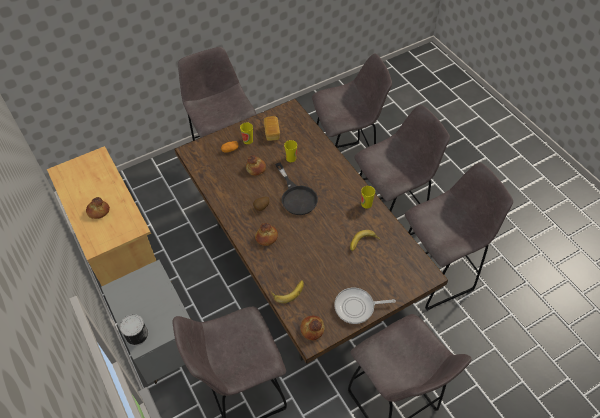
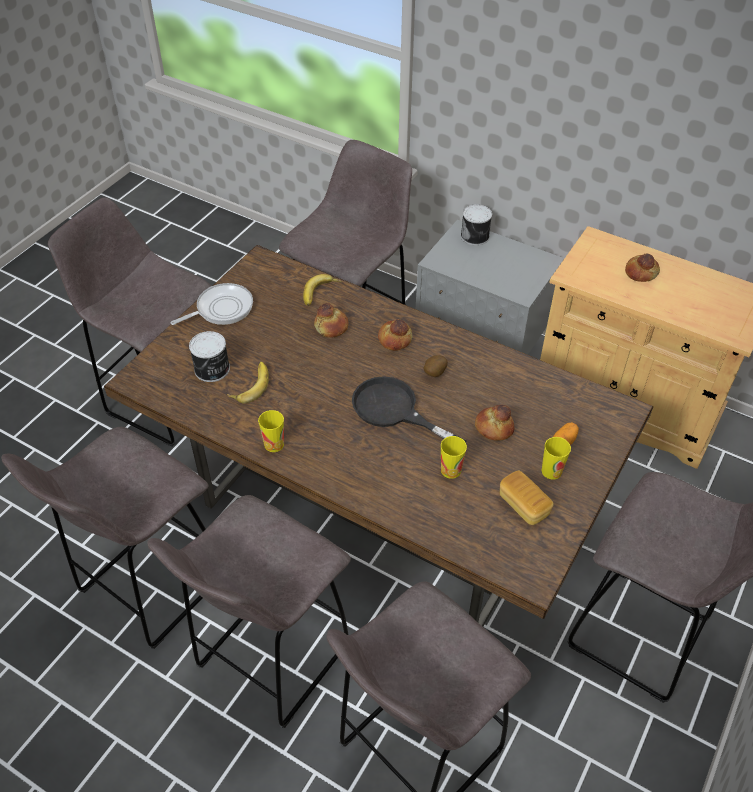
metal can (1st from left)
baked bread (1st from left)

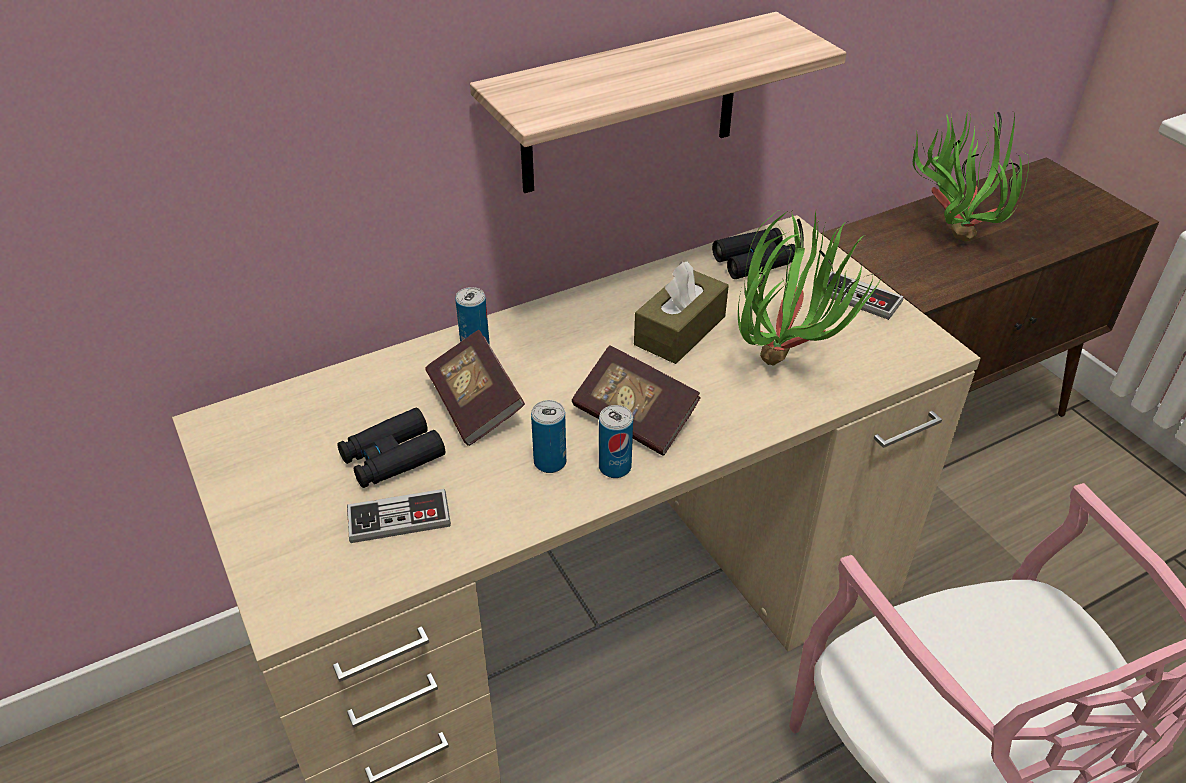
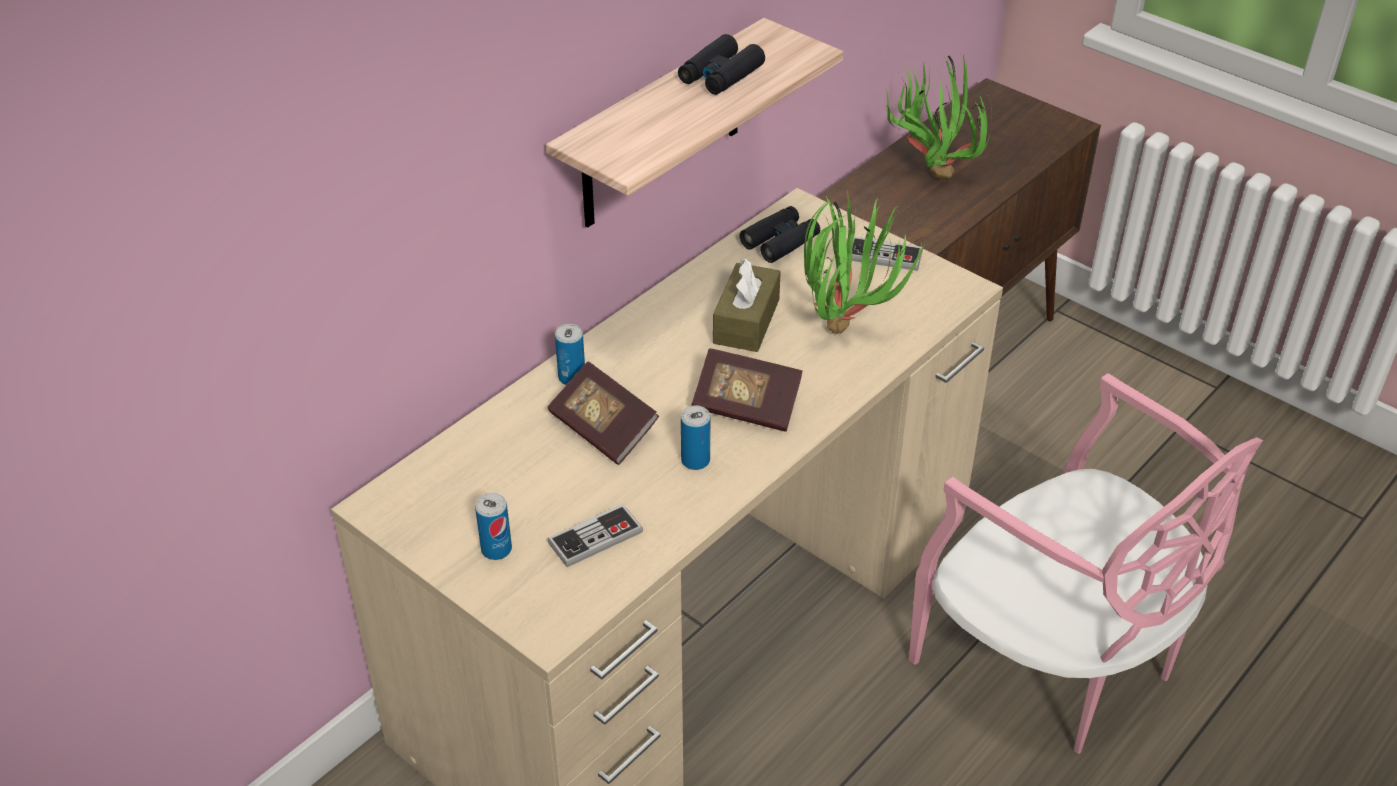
metal can (1st from left)
black-coloured pair of binoculars (1st from left)

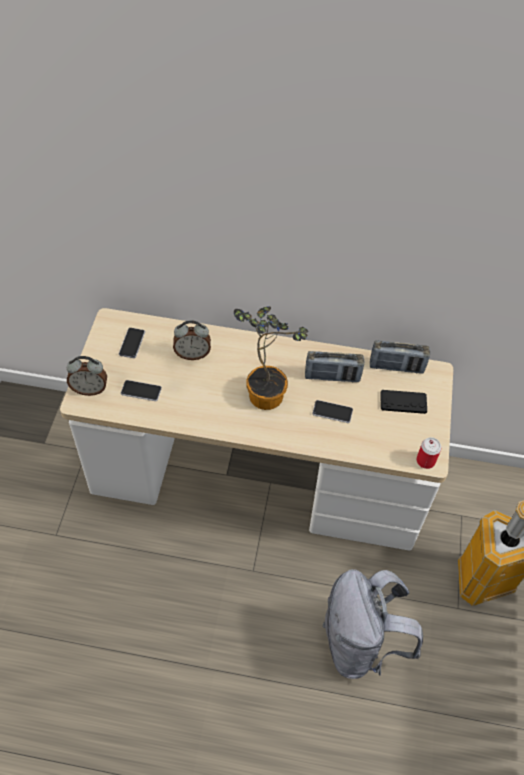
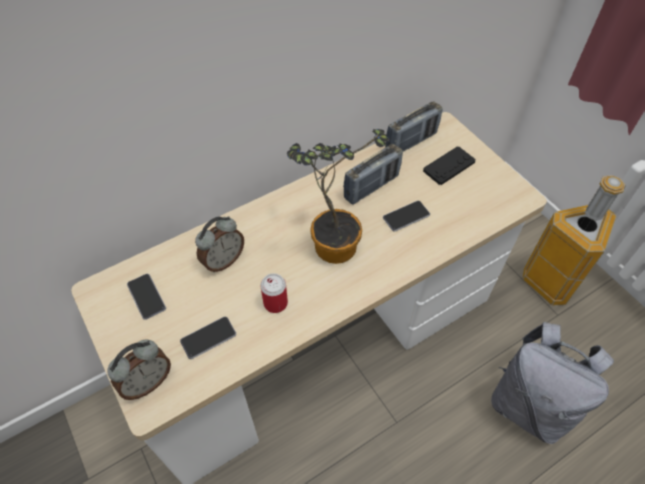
metal can

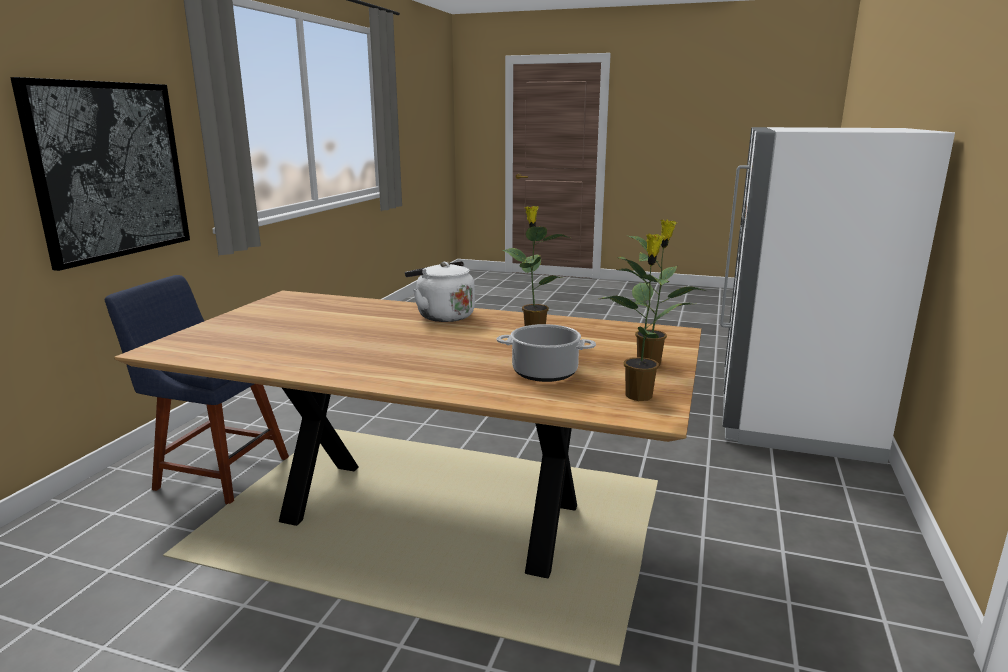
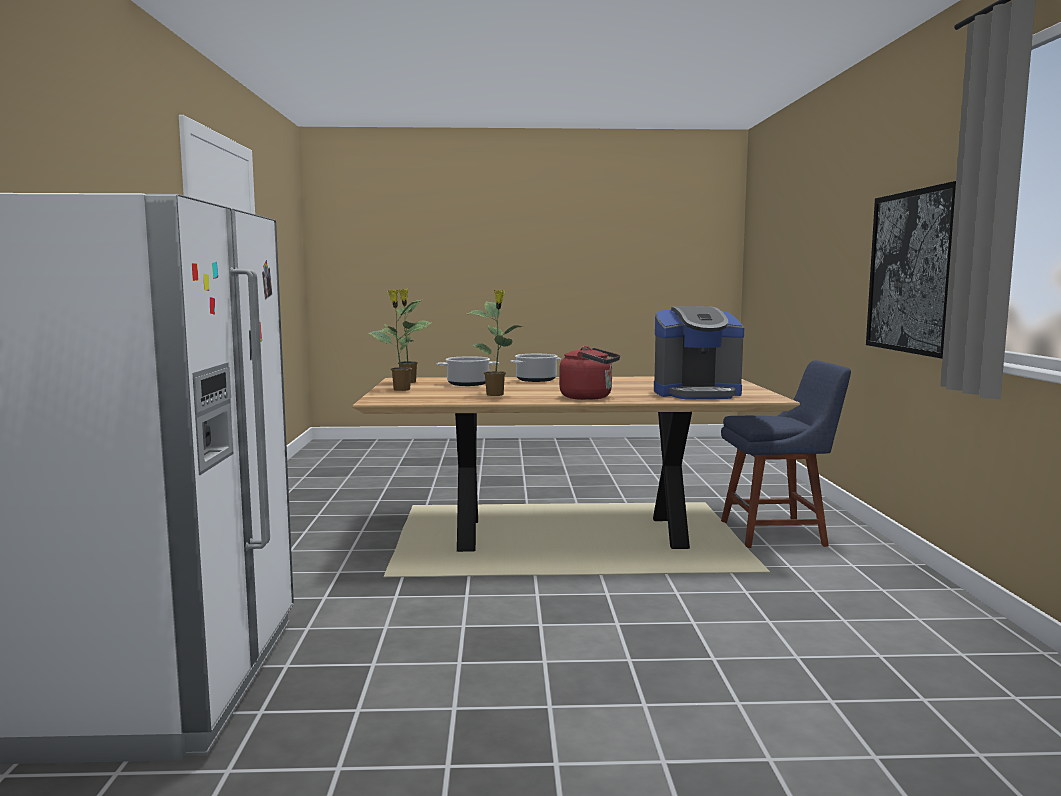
saucepot (2nd from left)
red kettle
coffee machine

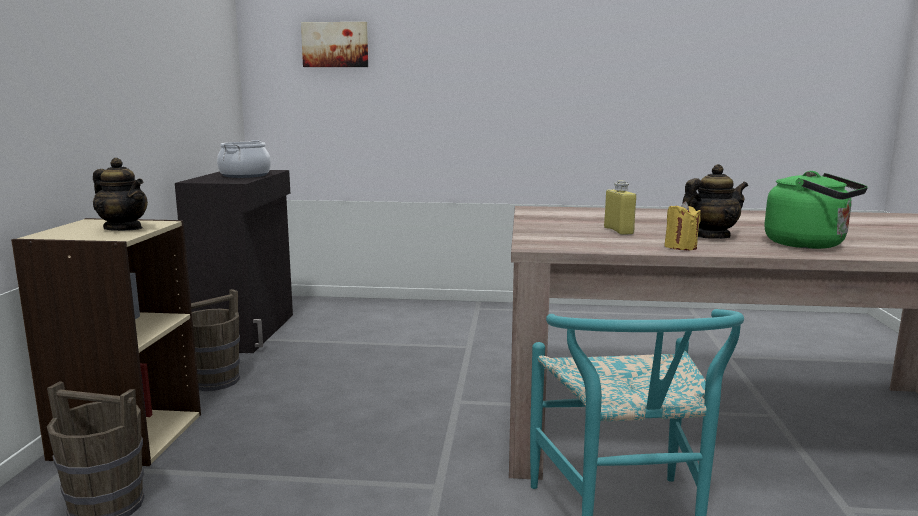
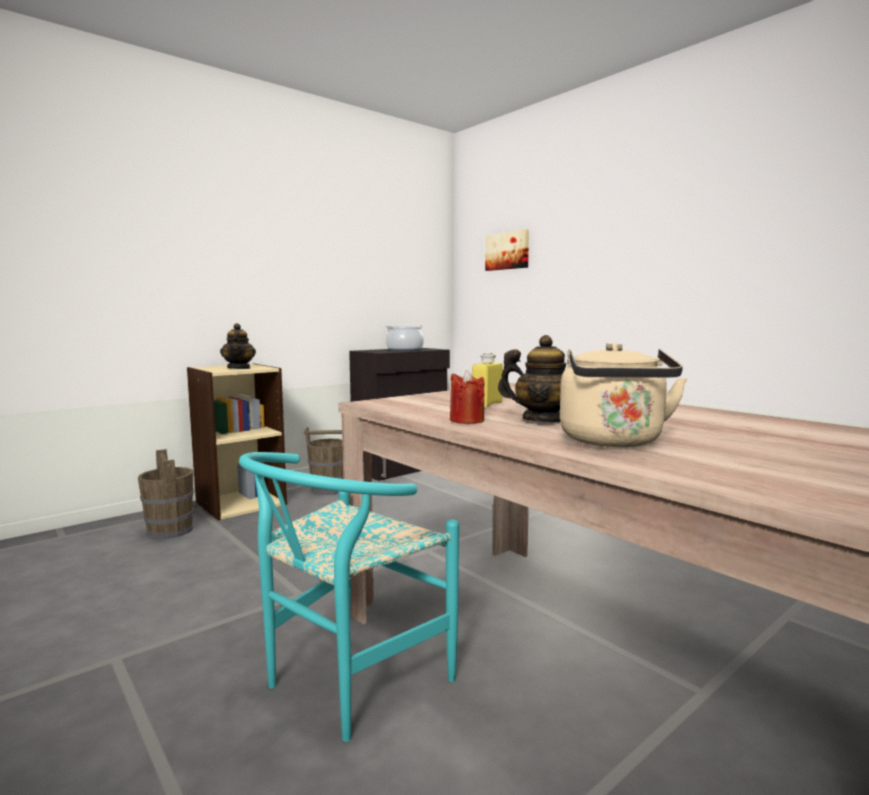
red wax light
beige kettle

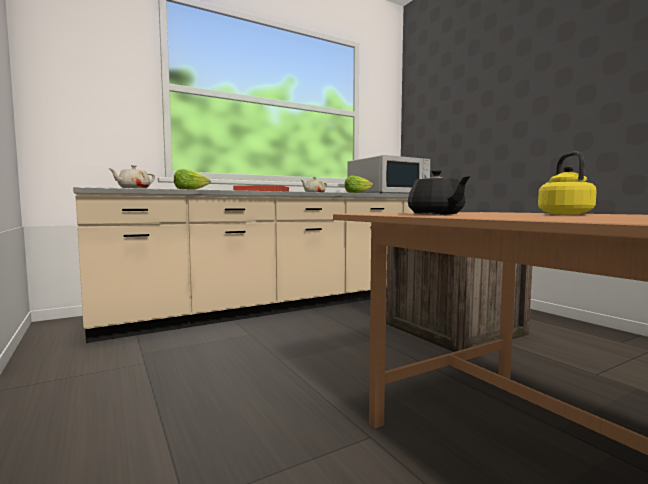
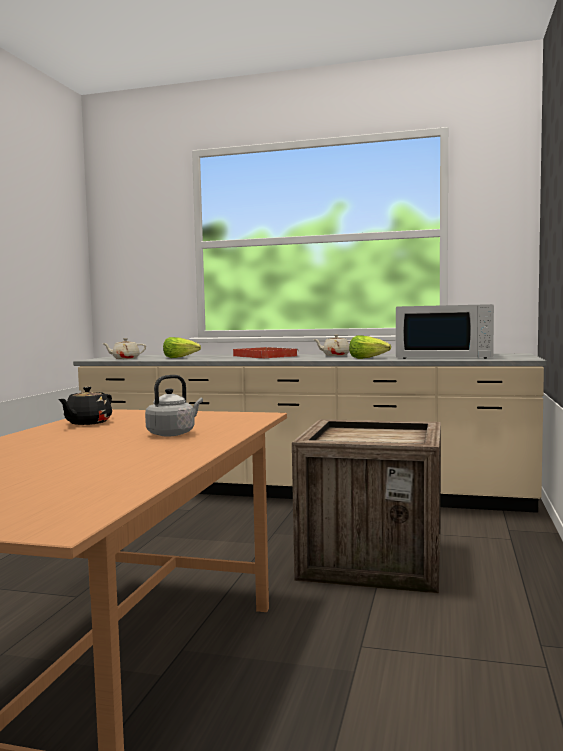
greyish kettle

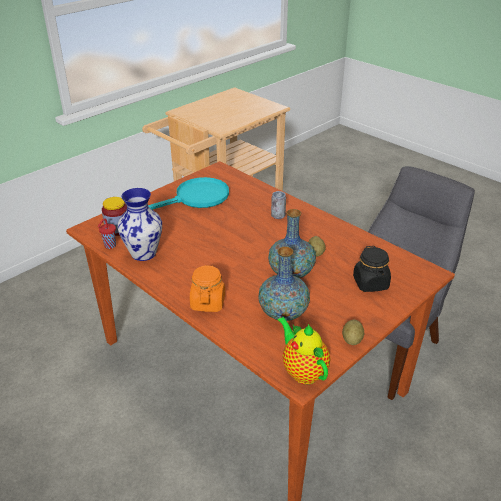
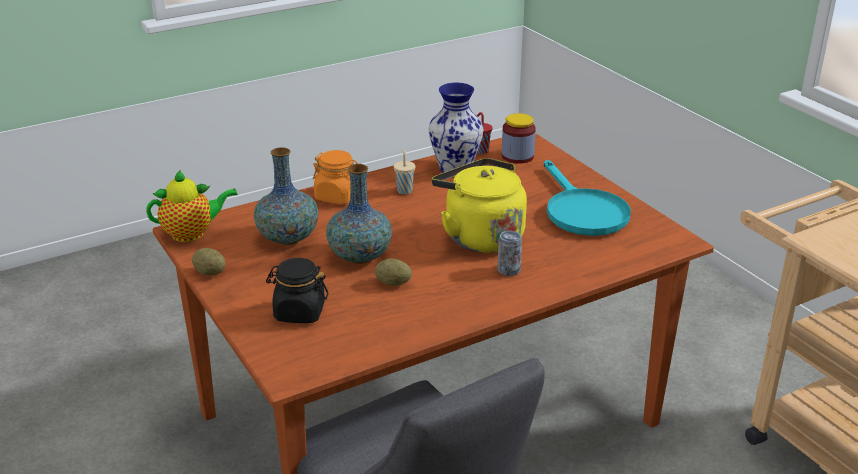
beige cup
yellow-coloured kettle

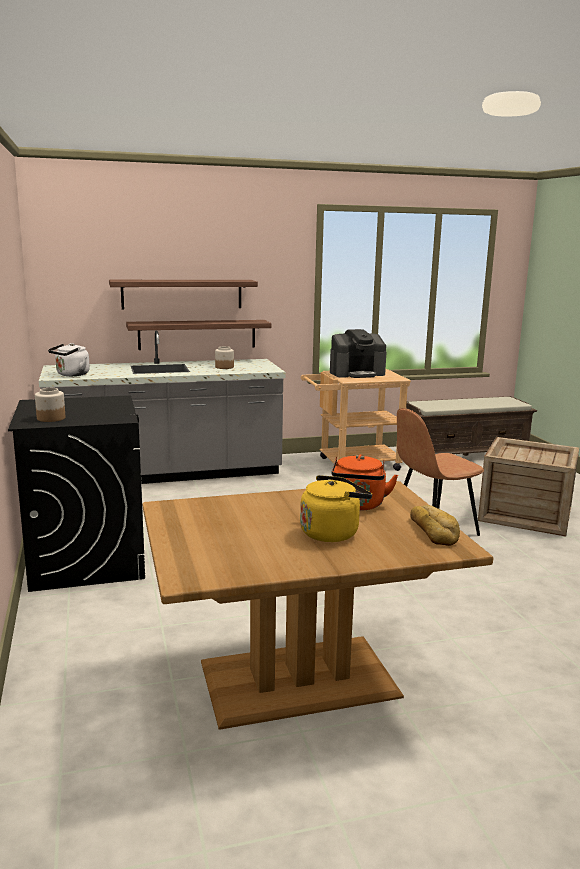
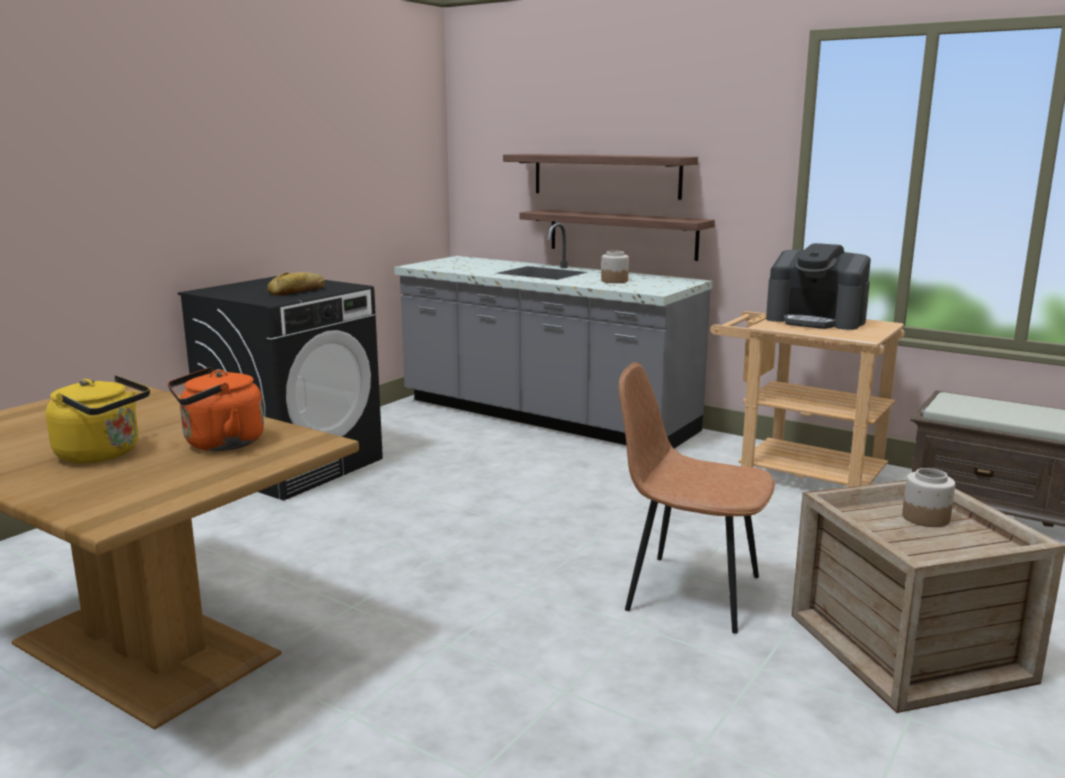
baked bread
jar (2nd from left)
white kettle

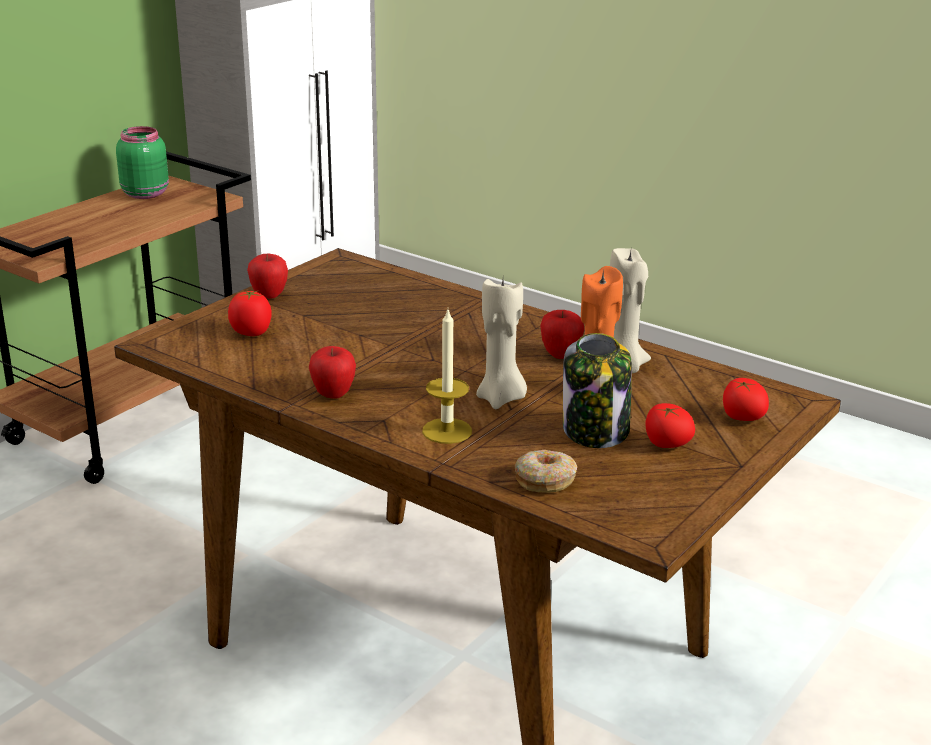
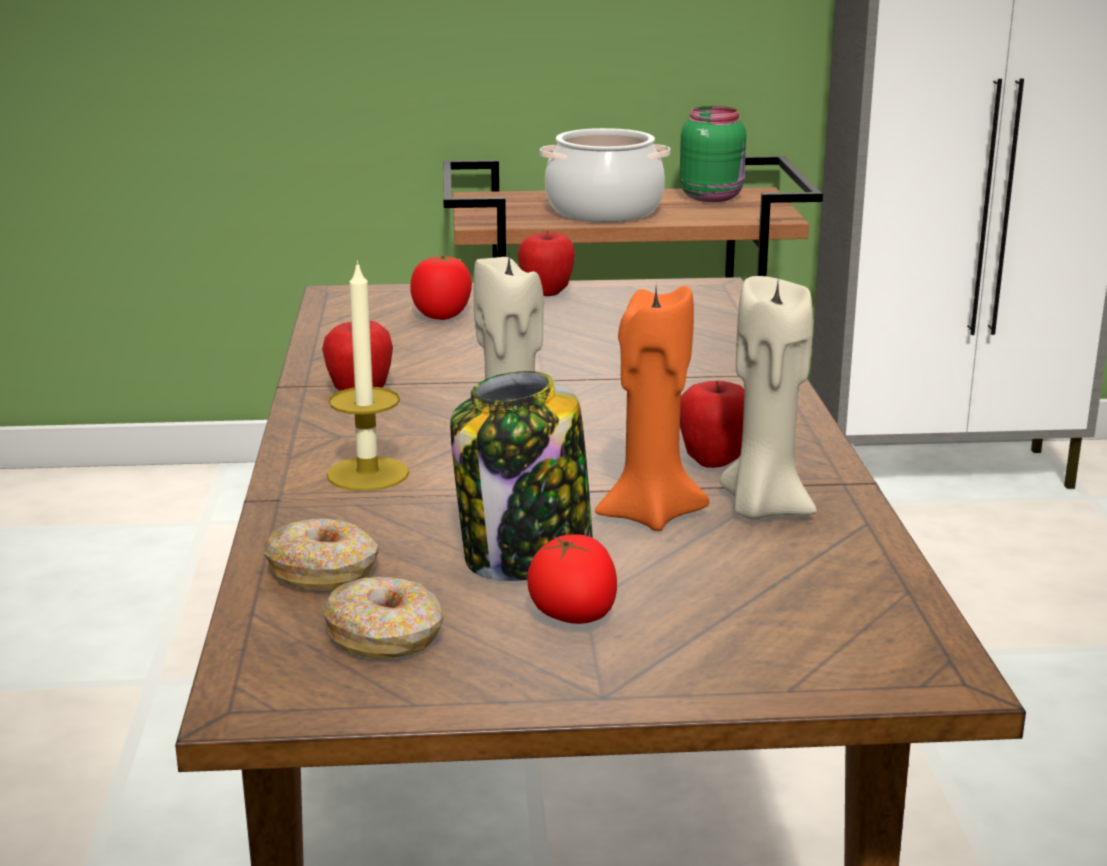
ring doughnut (2nd from left)
saucepot
fresh tomato (3rd from left in the first image)

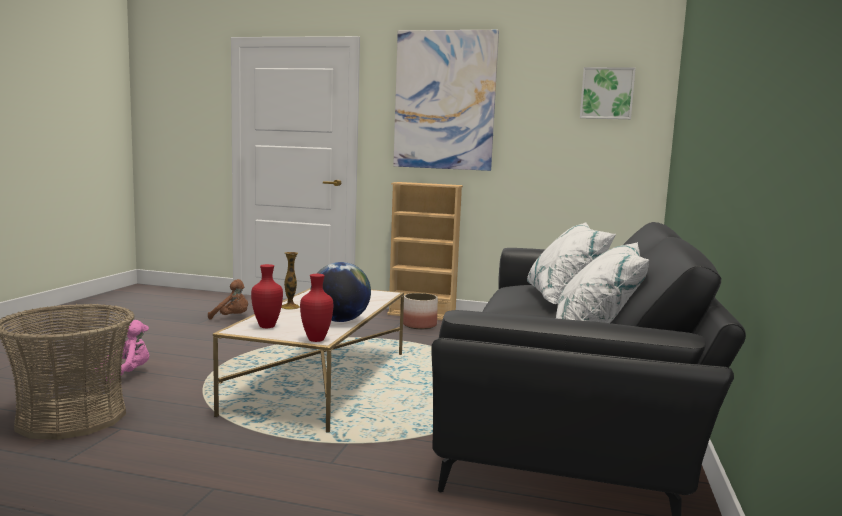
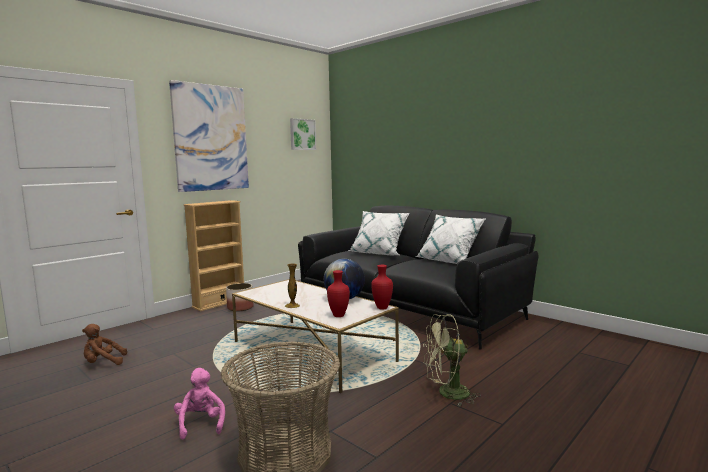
brown-coloured plush toy
green electric fan

